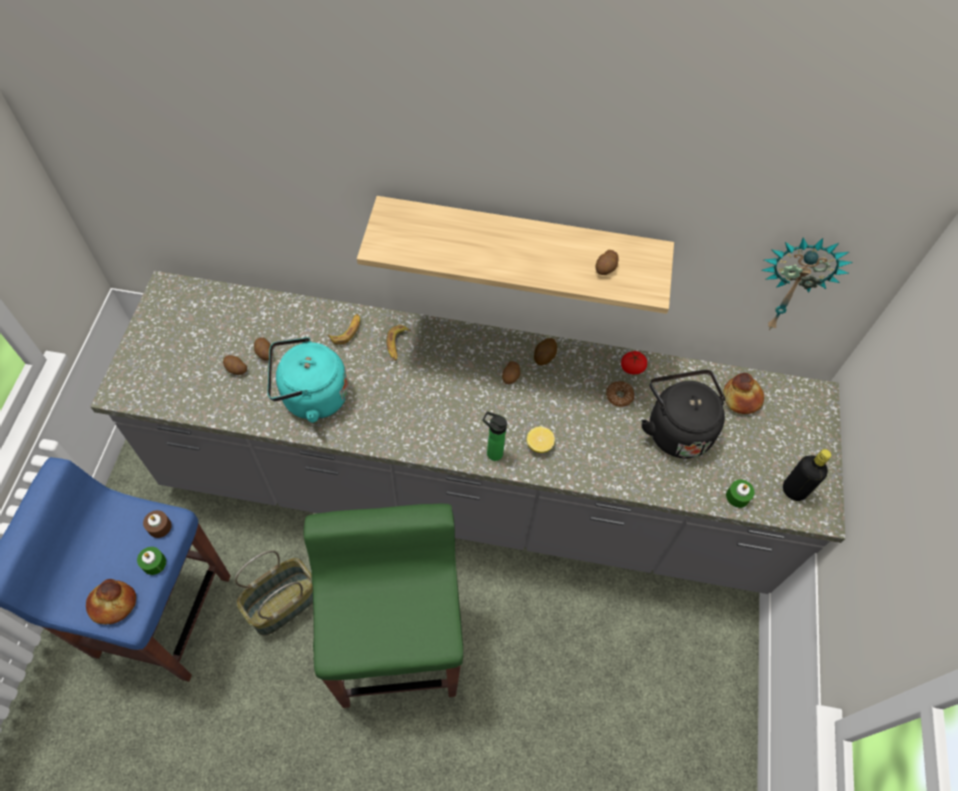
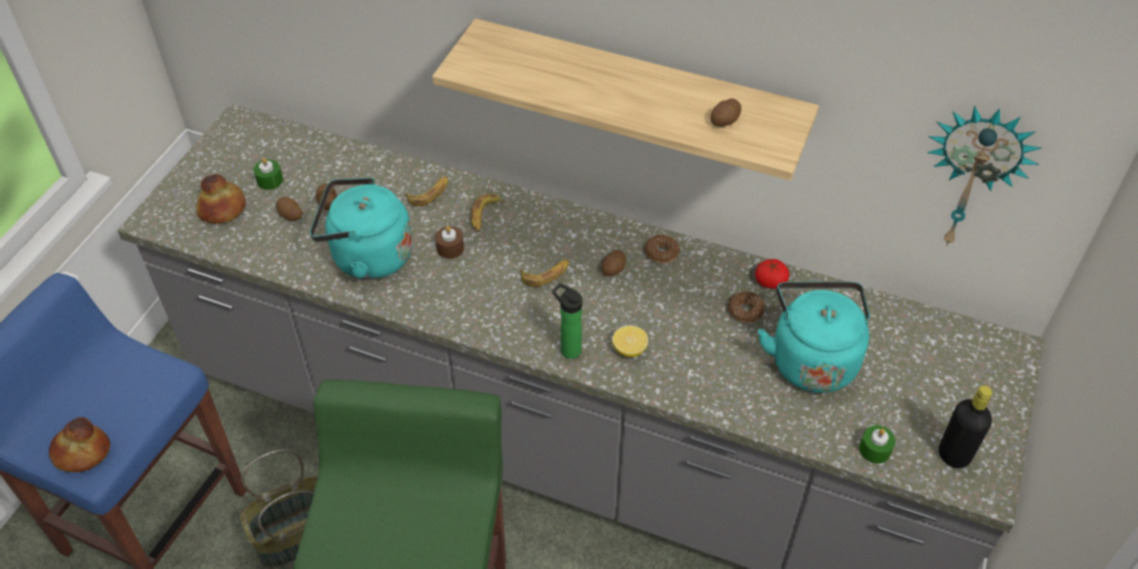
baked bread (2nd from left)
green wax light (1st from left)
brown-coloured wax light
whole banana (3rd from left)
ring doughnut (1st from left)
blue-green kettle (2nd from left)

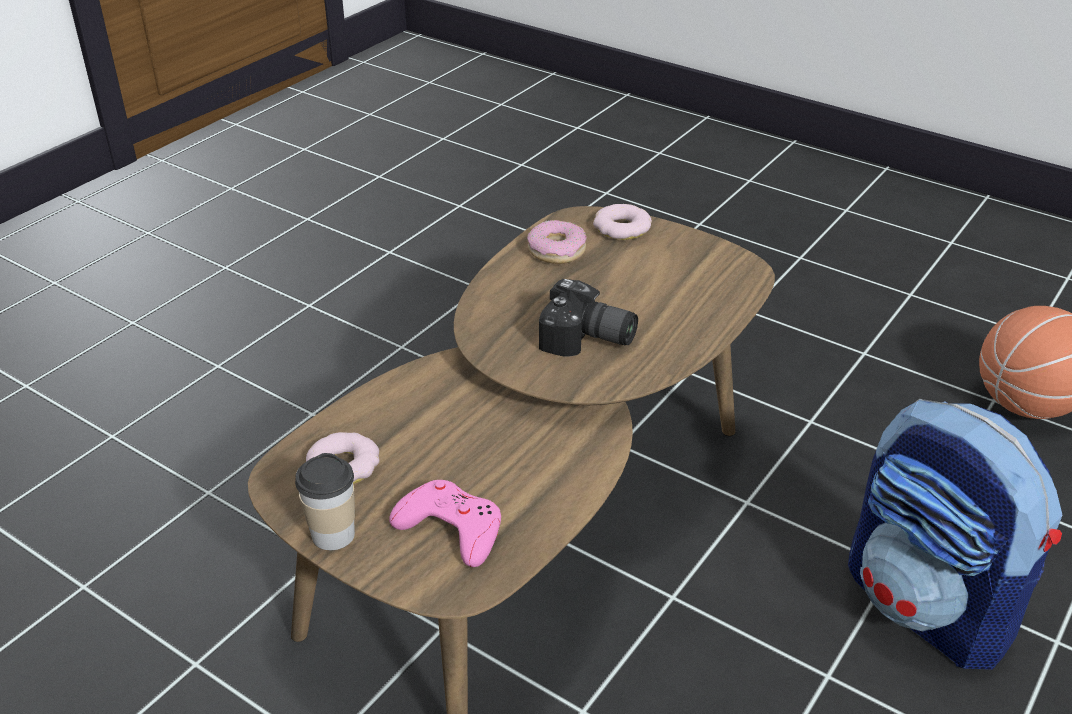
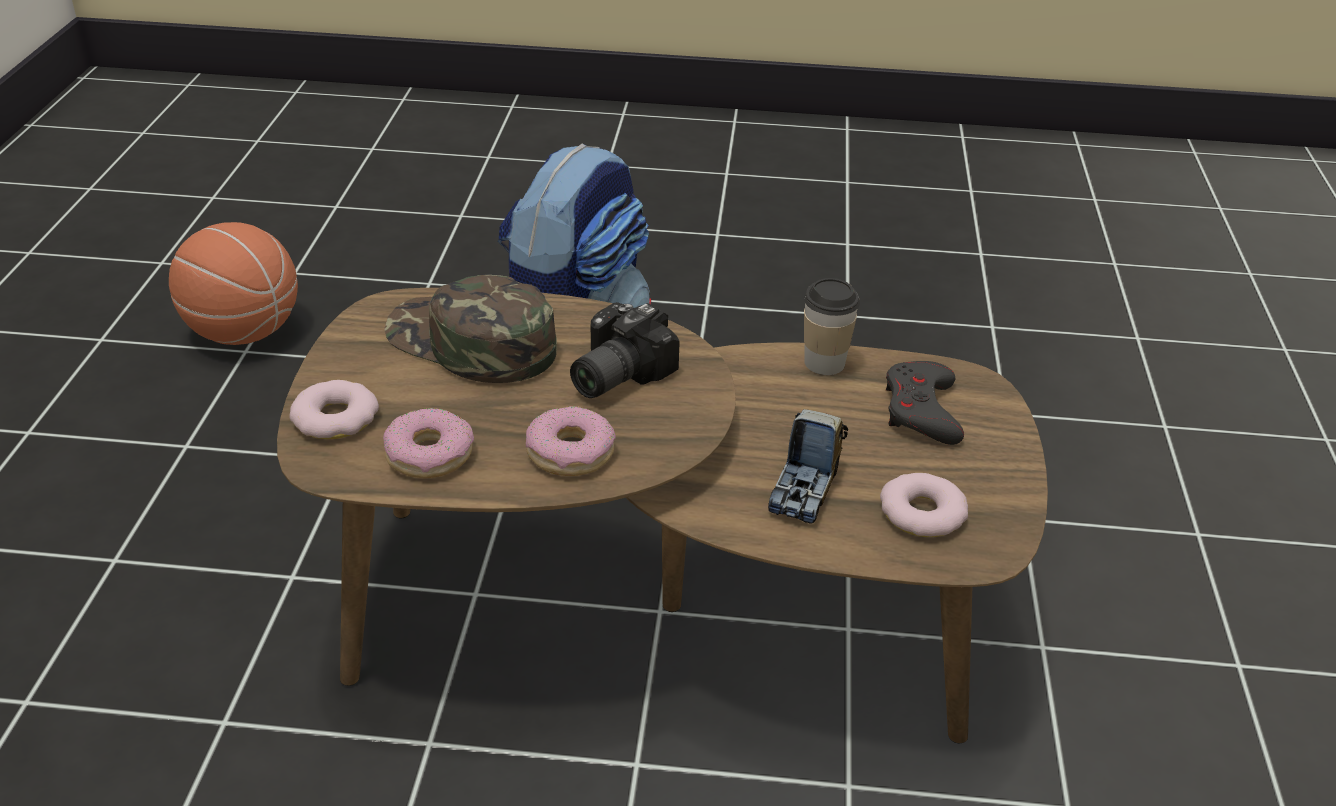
green cap
ring doughnut (3rd from left)
still camera
toy lorry
cup
greyish gamepad

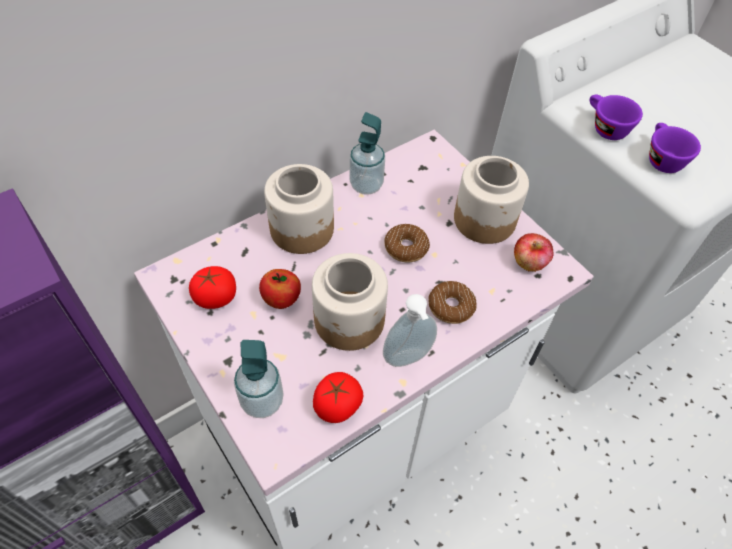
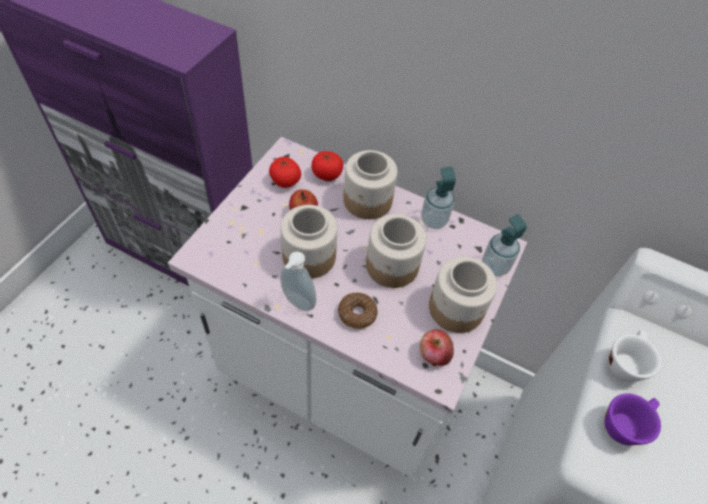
fresh tomato (2nd from left)
jar (3rd from left)
soap bottle (3rd from left)
white cup

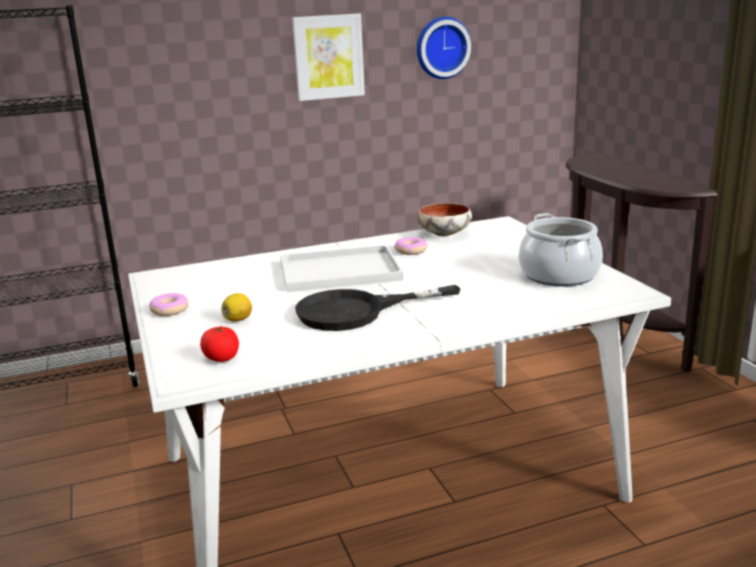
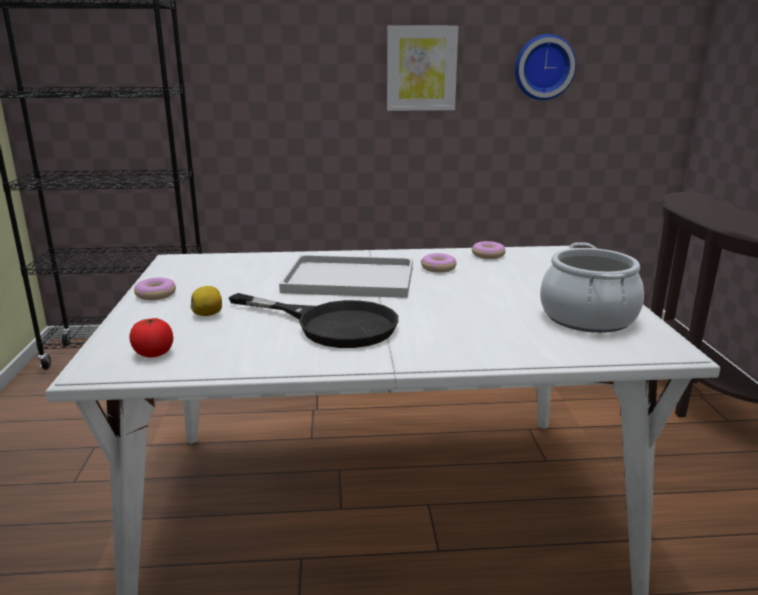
black-coloured frying pan
ring doughnut (3rd from left)

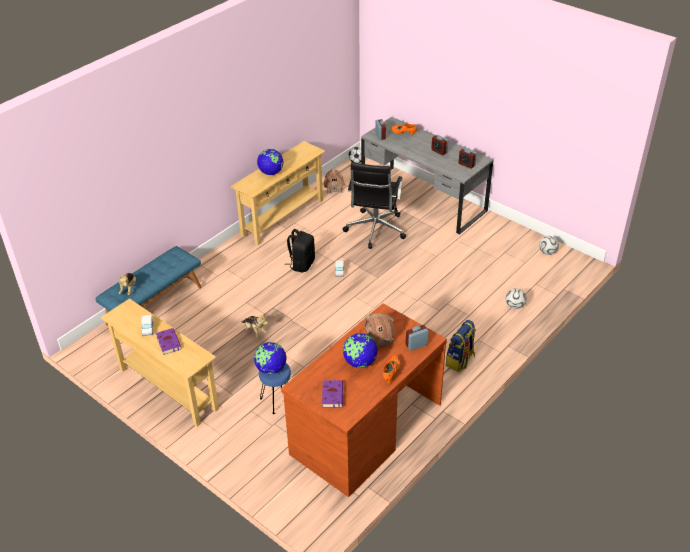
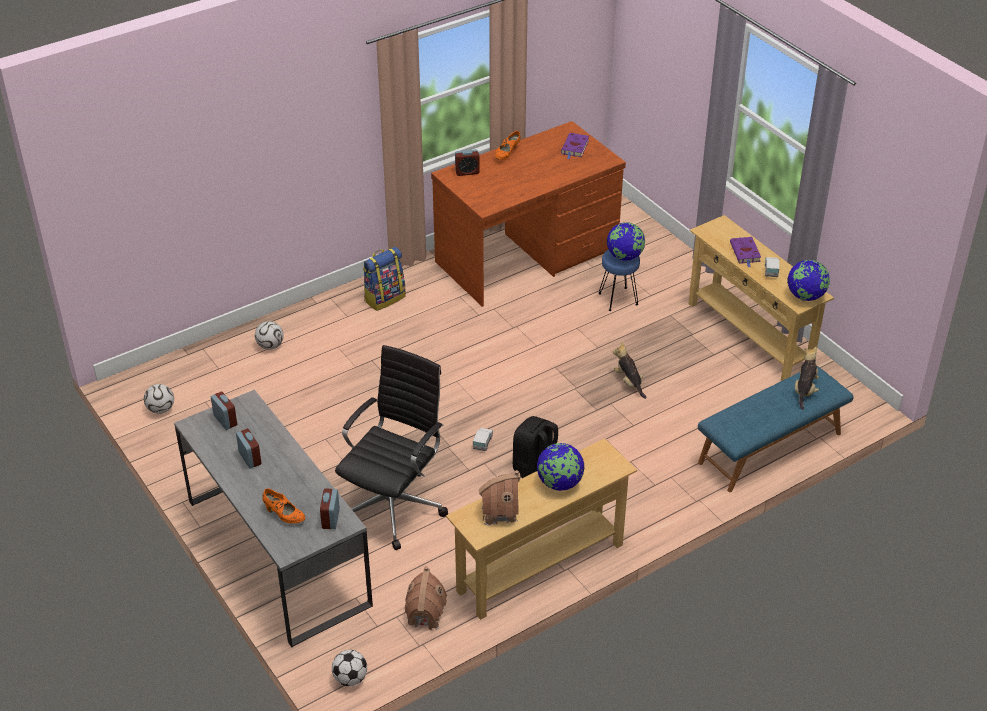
model house (2nd from left)
world globe (3rd from left)

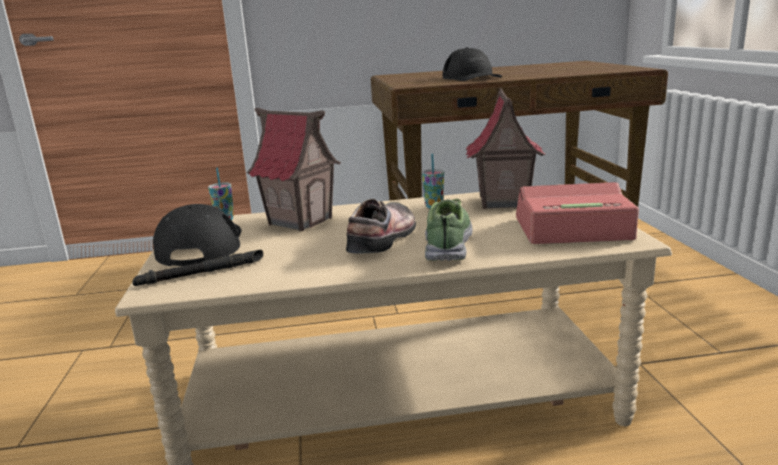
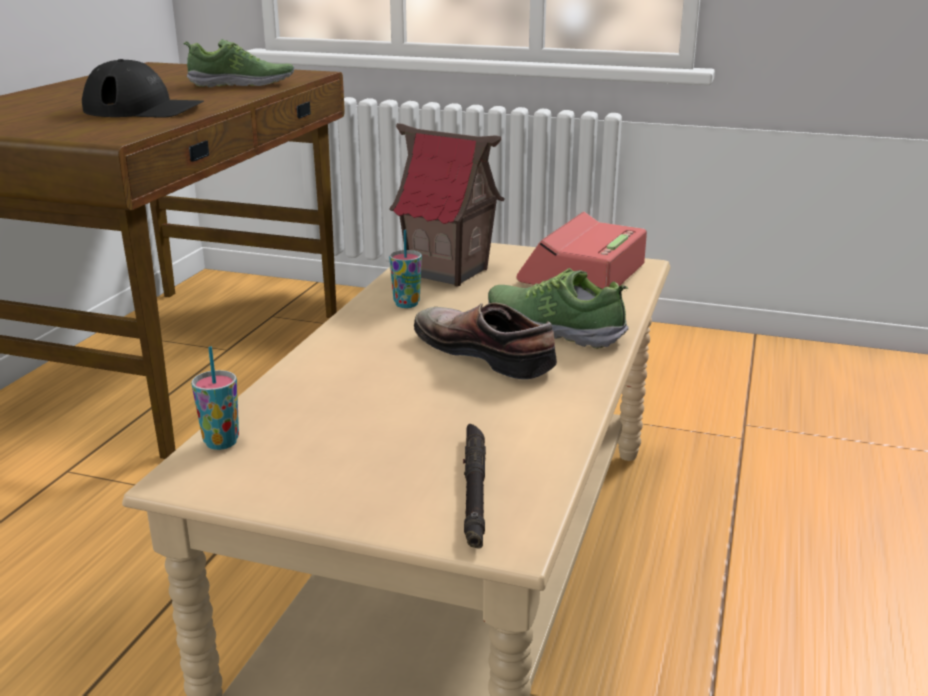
low shoe (1st from left)
black-coloured cap (1st from left in the first image)
model house (1st from left in the first image)

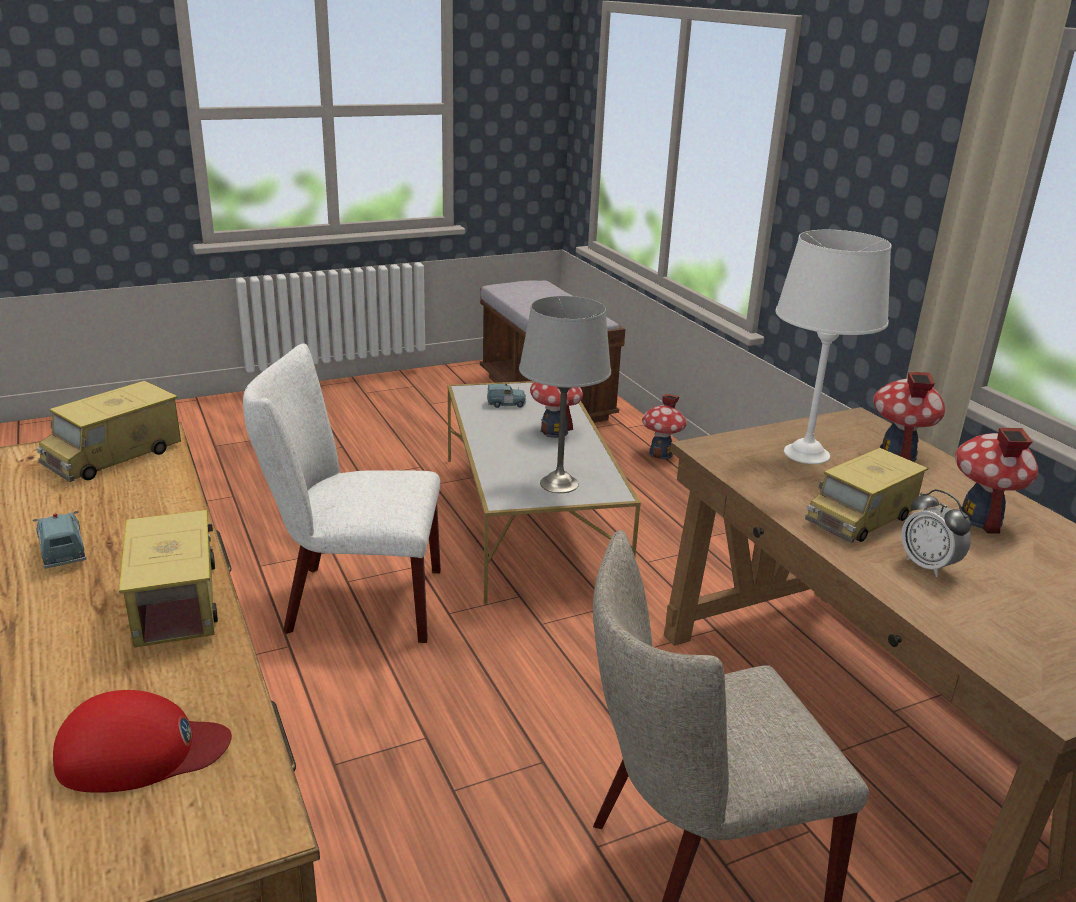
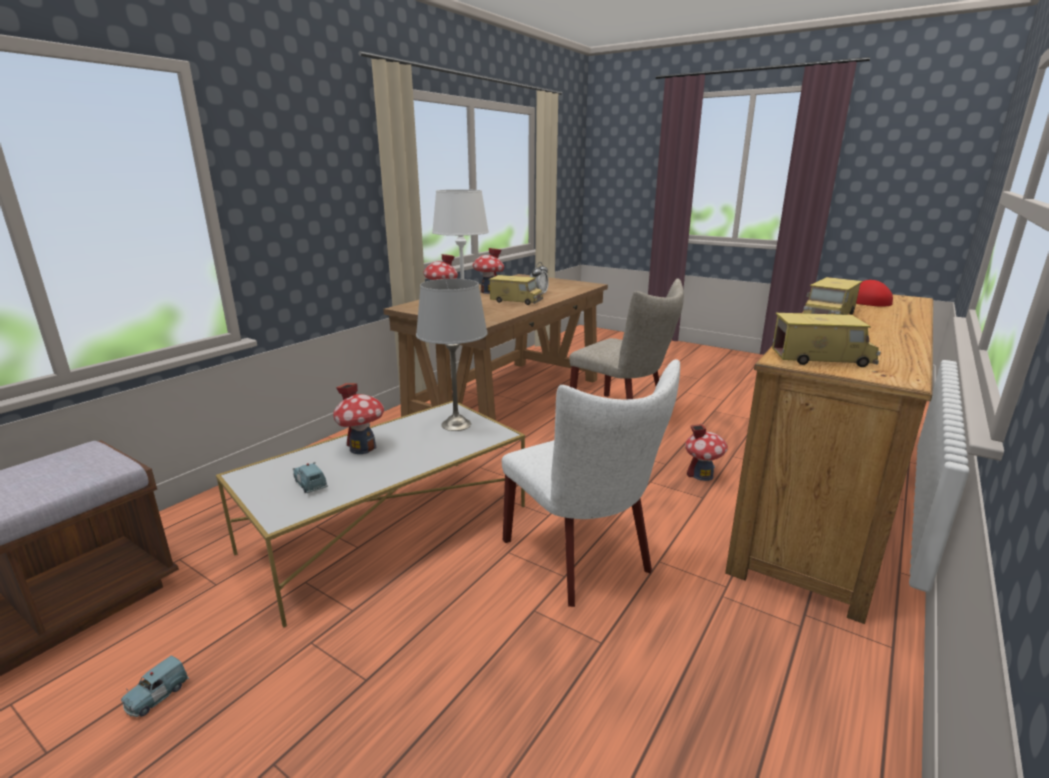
bluish miniature car (1st from left)
model house (4th from left)

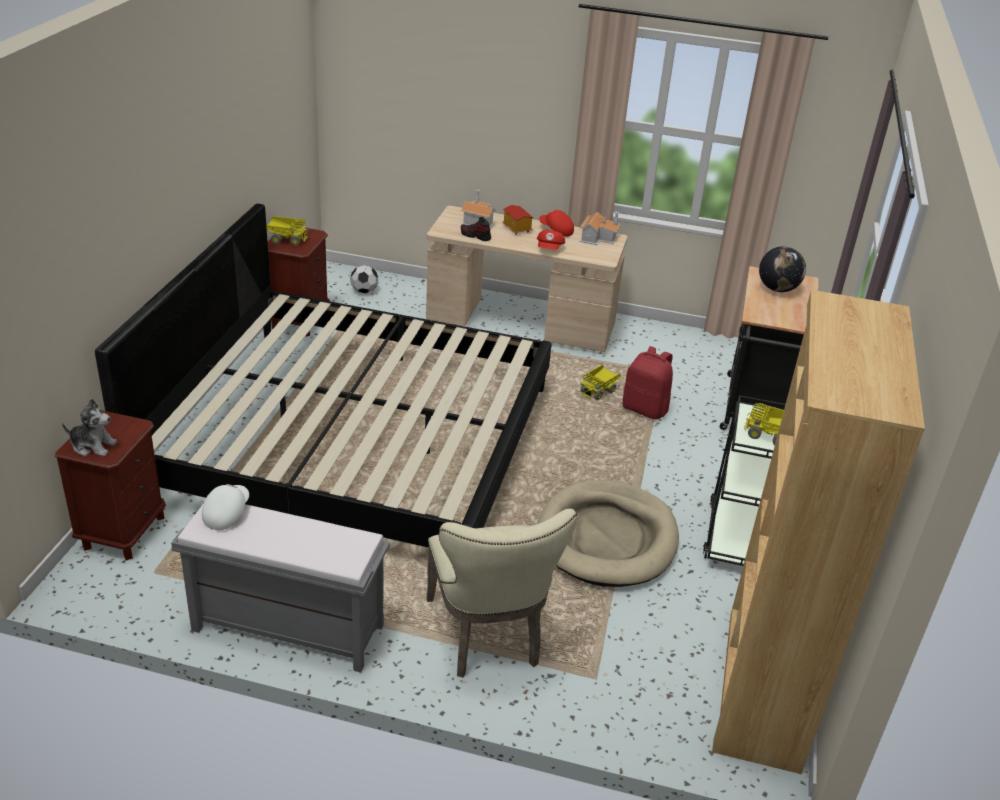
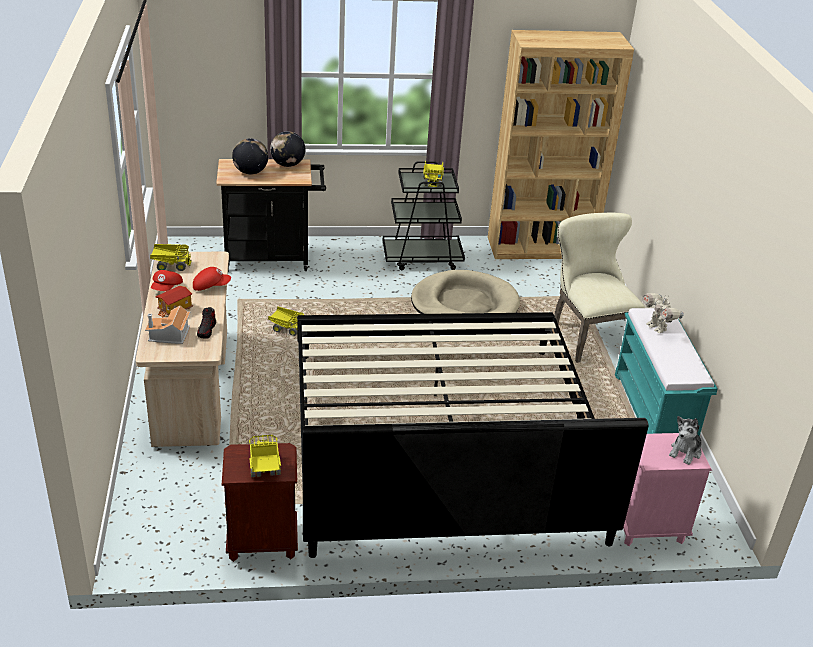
toy lorry (1st from left)
world globe (2nd from left)
beige plain chair
blue-green indoor bench
pink-coloured bedside table
toy robot
plush toy
white cap
ball for football
red knapsack

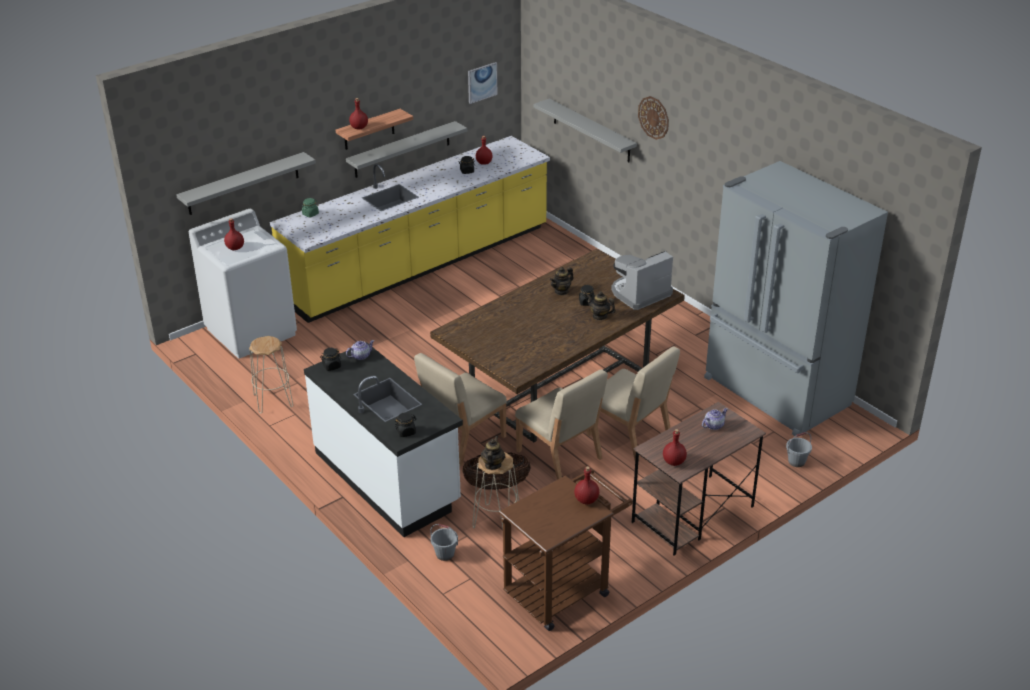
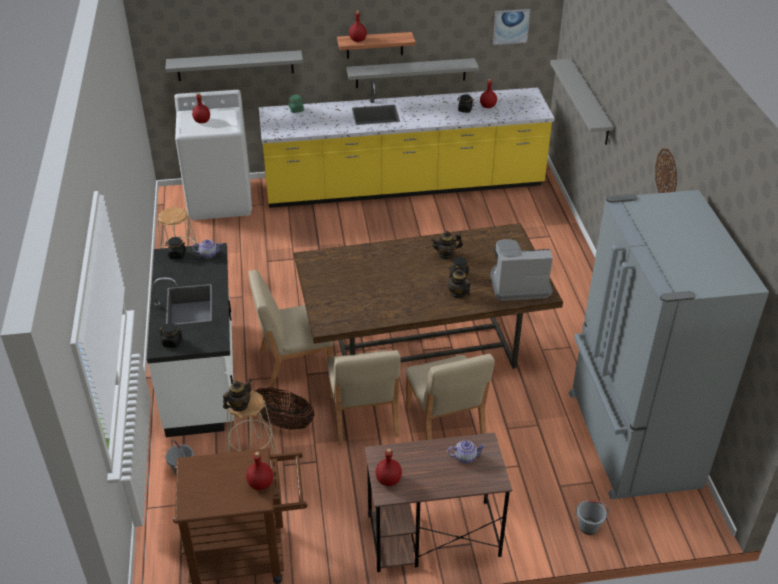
hanging clock

